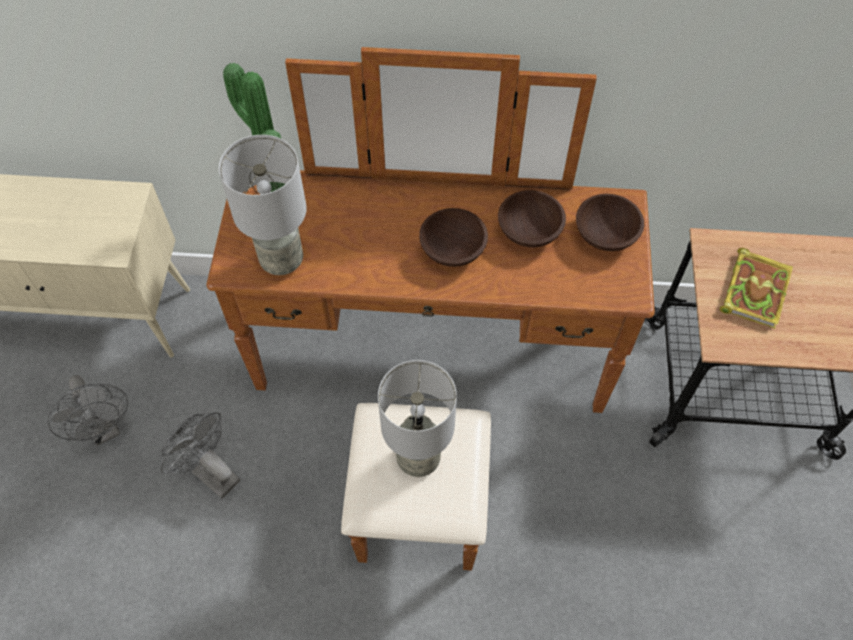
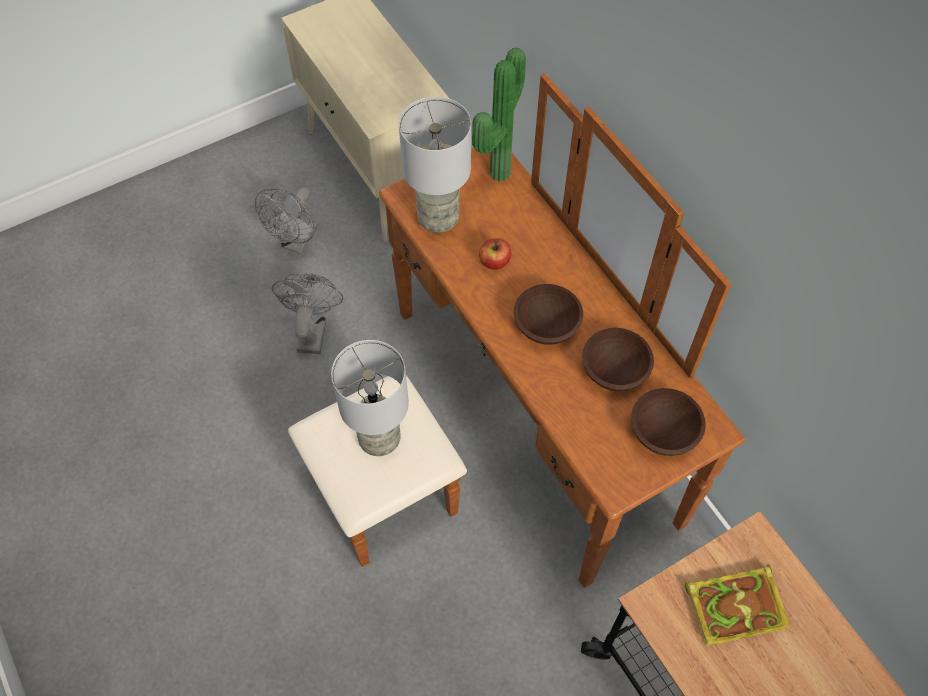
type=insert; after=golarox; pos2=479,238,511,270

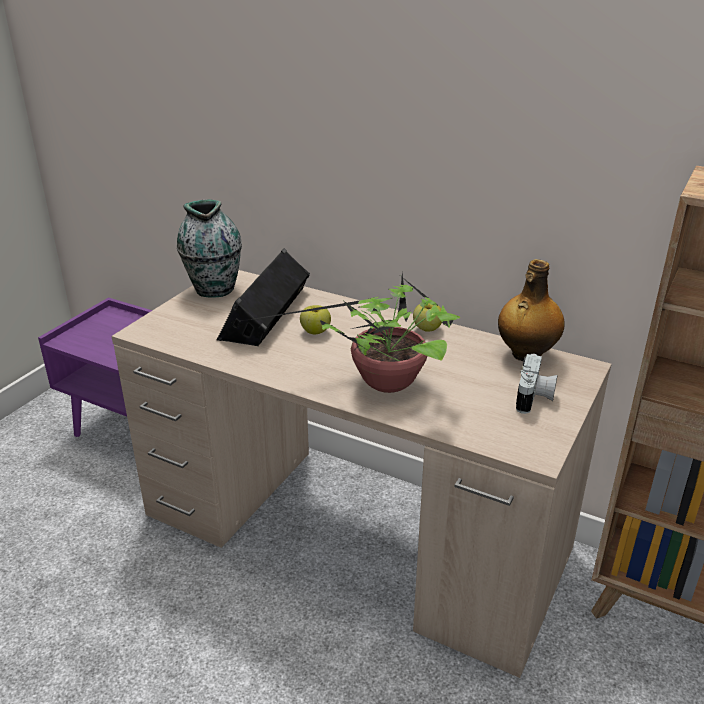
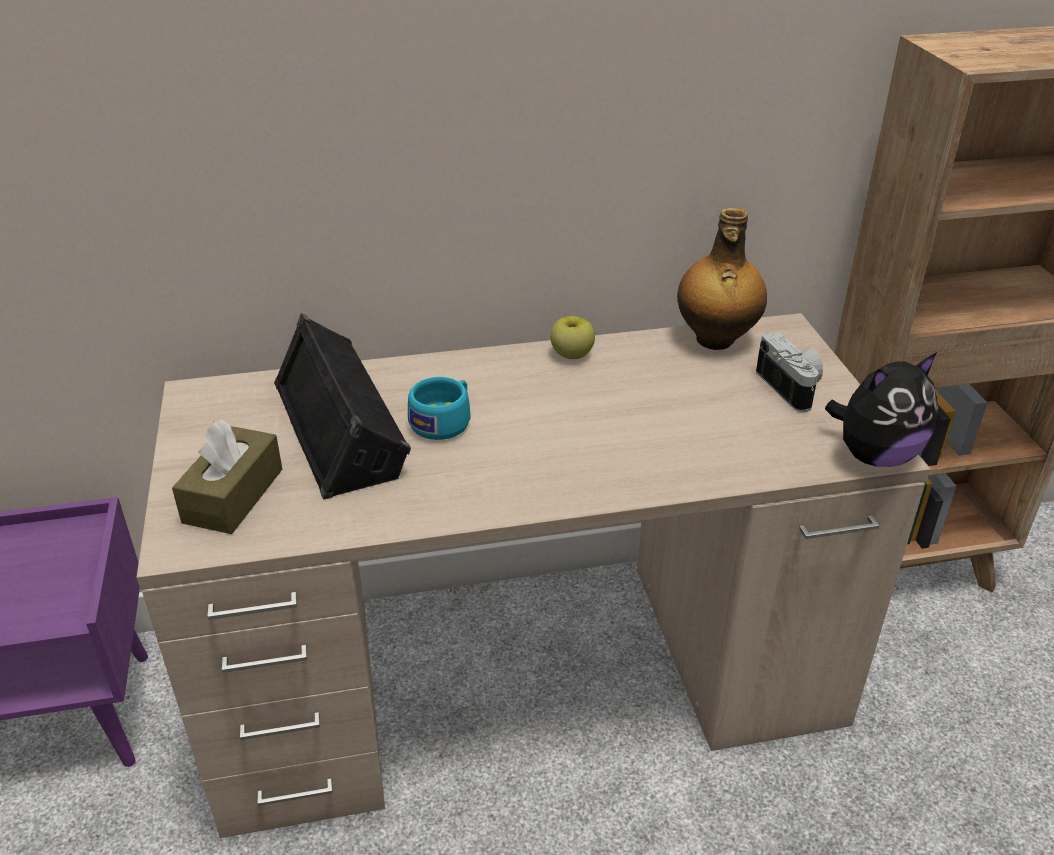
type=delete; before=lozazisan; pos1=177,199,242,298
type=delete; before=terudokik; pos1=237,274,460,393
type=insert; after=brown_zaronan; pos2=172,419,282,534
type=insert; after=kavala; pos2=825,352,938,467
type=replace; before=golarox; after=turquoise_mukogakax; pos1=300,305,331,334; pos2=408,377,471,440

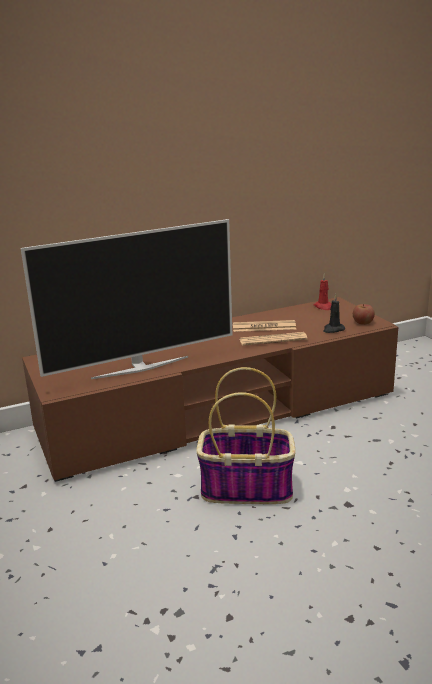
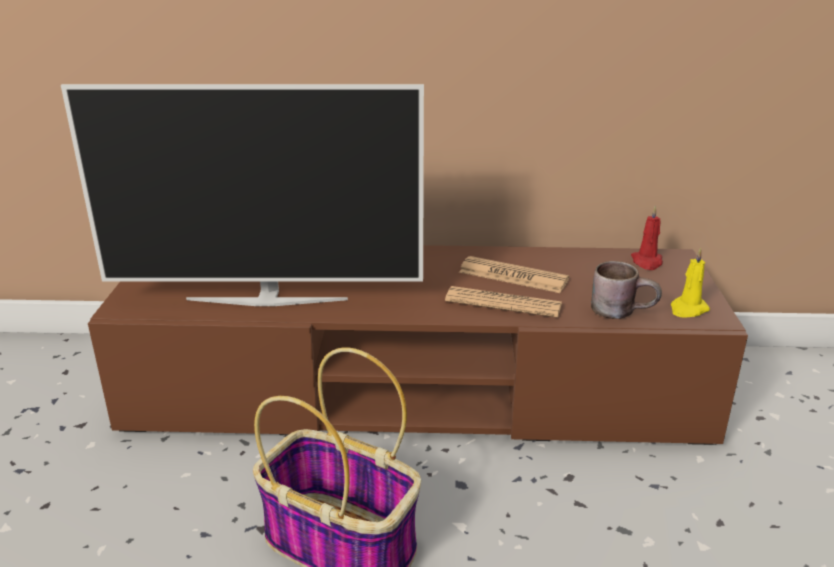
type=replace; before=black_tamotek; after=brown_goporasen; pos1=323,294,345,333; pos2=591,261,662,319
type=replace; before=golarox; after=yellow_tamotek; pos1=353,304,375,325; pos2=671,247,710,318

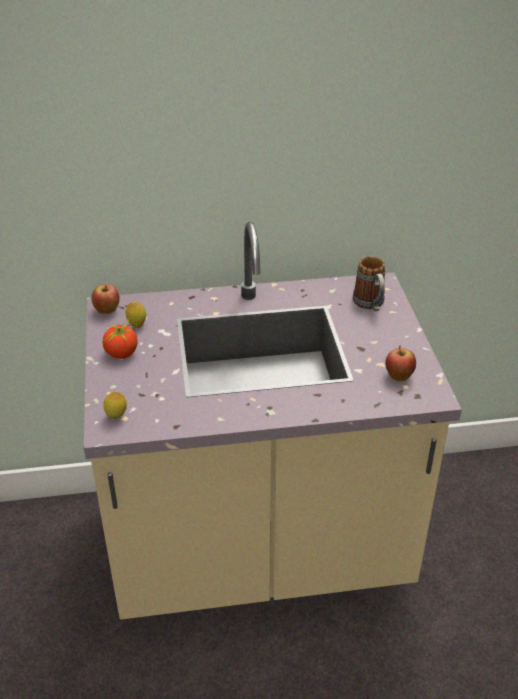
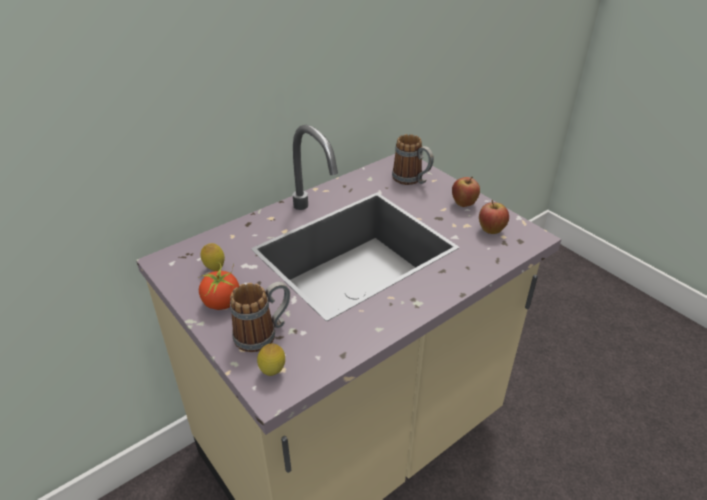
type=insert; after=goporasen; pos2=230,282,290,352
type=move; before=golarox; pos1=92,284,120,314; pos2=452,177,480,207

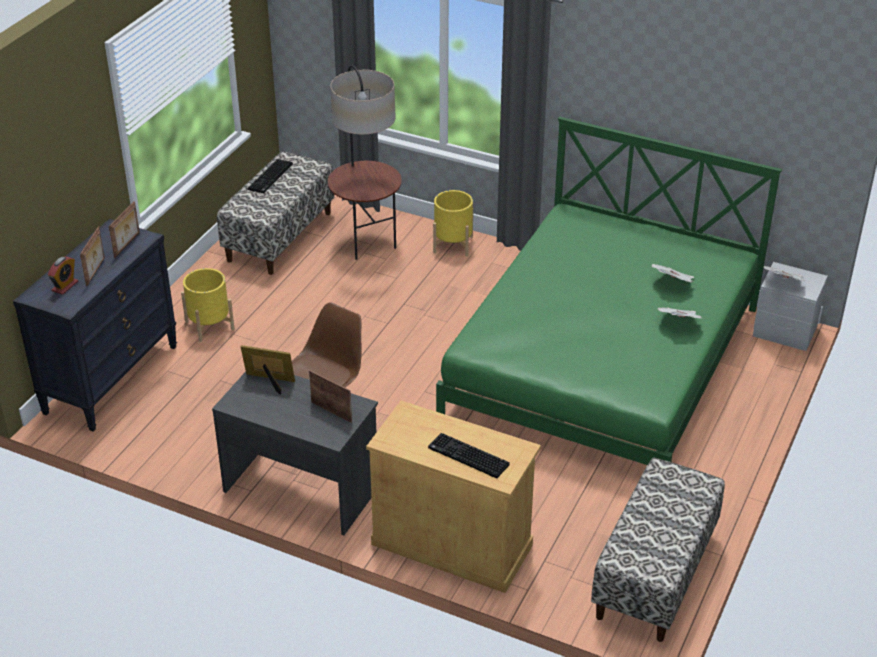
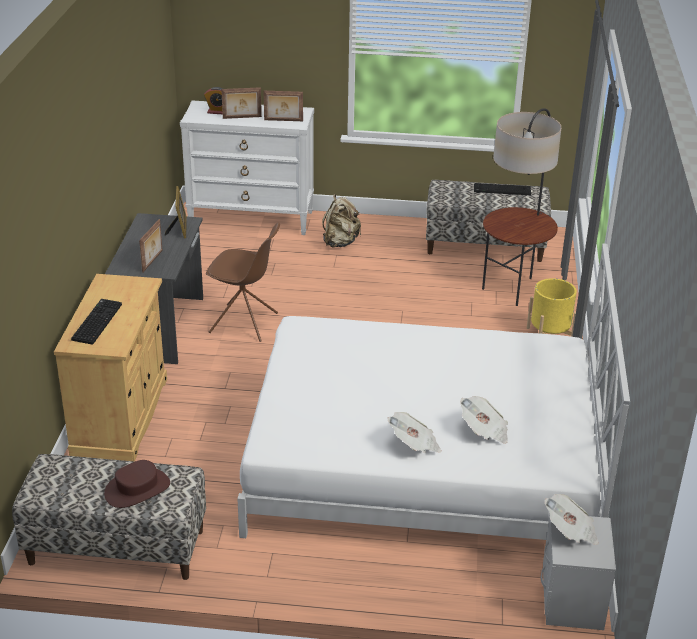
type=insert; after=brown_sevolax; pos2=104,460,170,508
type=replace; before=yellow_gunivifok; after=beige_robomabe; pos1=181,268,235,342; pos2=322,194,361,248
type=recolor; before=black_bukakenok; after=white_bukakenok; pos1=13,219,177,431; pos2=180,100,314,235
type=recolor; before=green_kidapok; after=white_kidapok; pos1=436,117,782,465; pos2=237,243,630,540

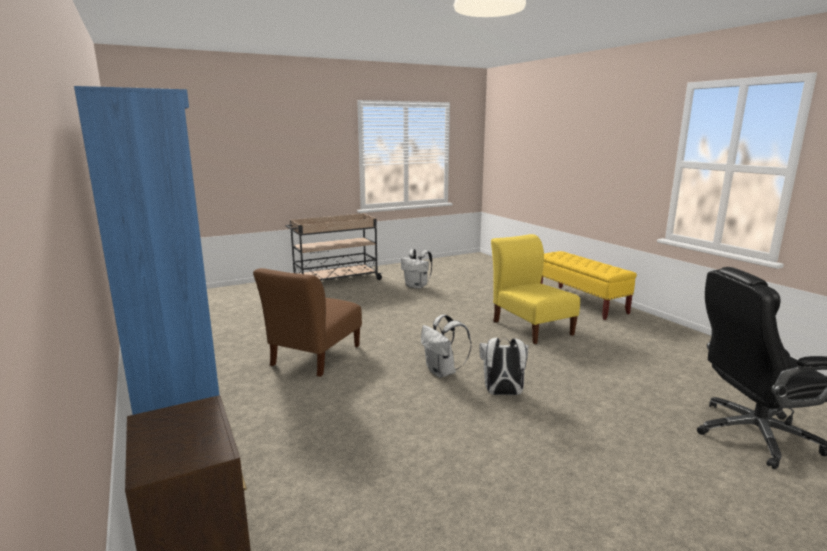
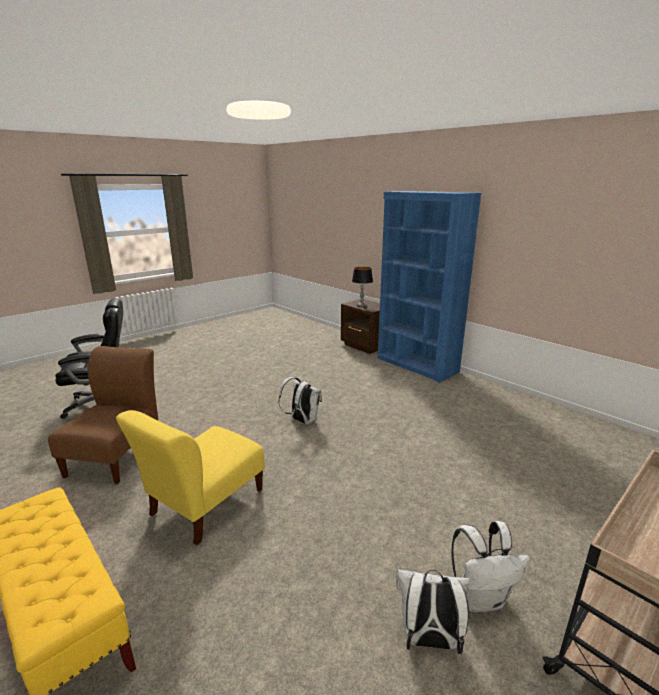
type=insert; after=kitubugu; pos2=352,267,373,307
type=move; before=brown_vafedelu; pos1=253,268,362,377; pos2=48,346,158,484
type=move; before=white_robomabe; pos1=479,338,529,395; pos2=451,521,530,612
type=rotate; before=yellow_vafedelu; pos1=491,234,580,344; pos2=116,410,265,545; turn=75

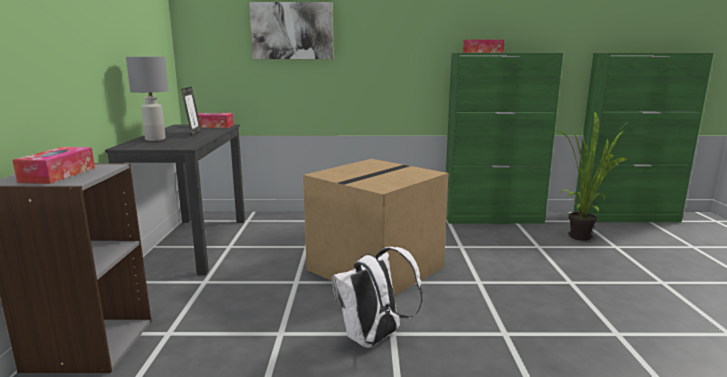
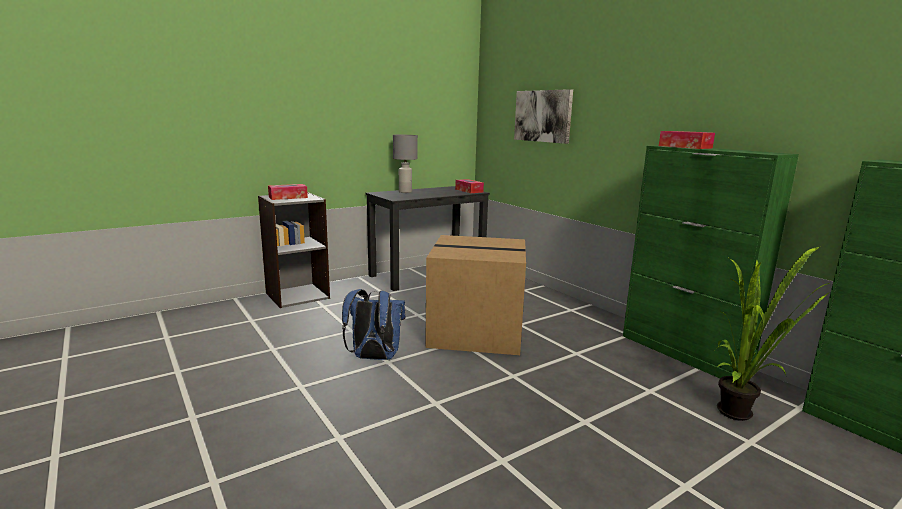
type=delete; before=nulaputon; pos1=181,87,201,136
type=recolor; before=white_robomabe; after=blue_robomabe; pos1=332,247,423,348; pos2=342,289,406,360

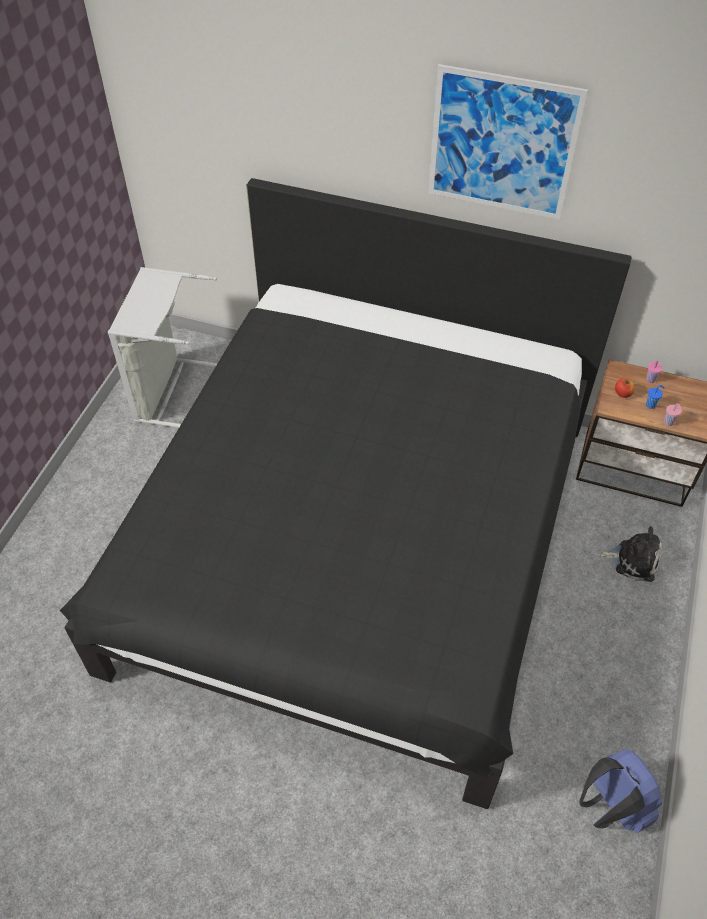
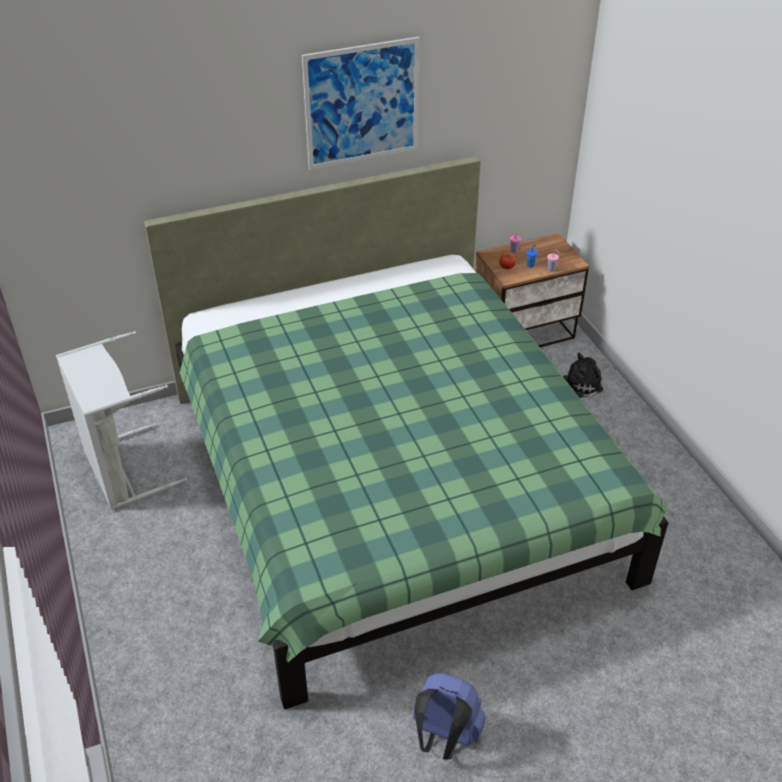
type=move; before=blue_robomabe; pos1=579,749,662,833; pos2=413,673,485,760
type=recolor; before=black_kidapok; after=green_kidapok; pos1=60,178,632,809; pos2=144,156,668,709

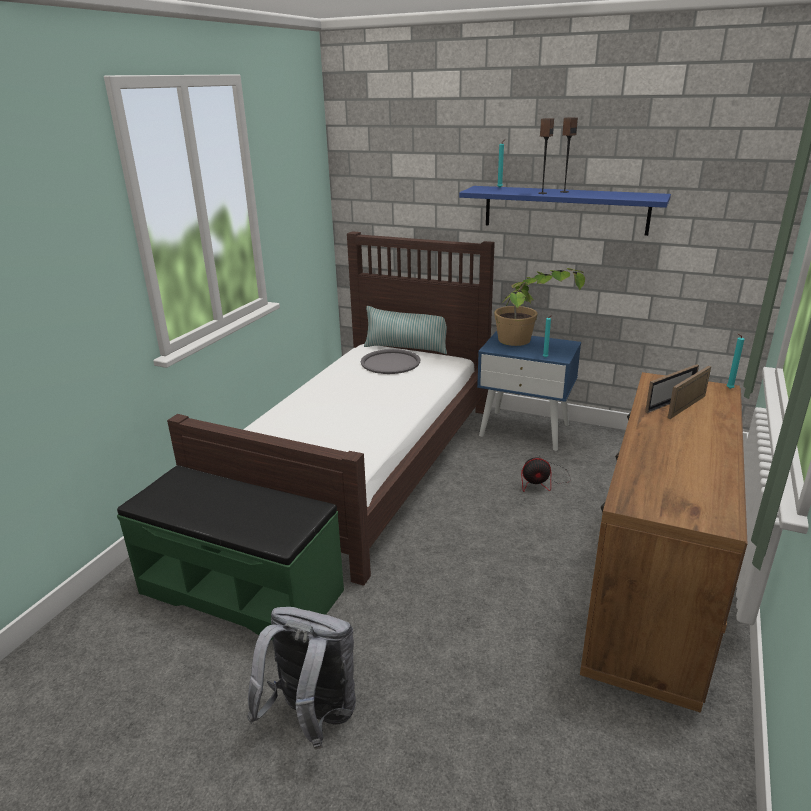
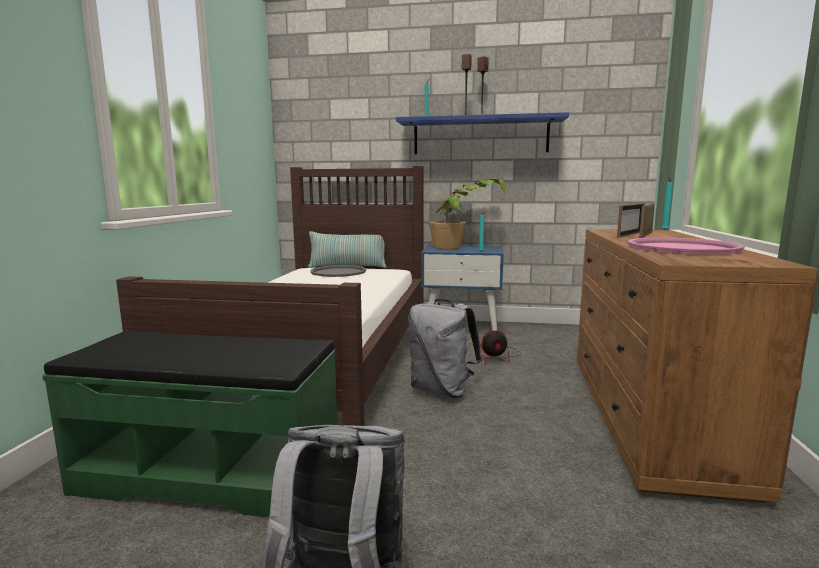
type=insert; after=grey_robomabe; pos2=408,299,482,398
type=insert; after=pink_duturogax; pos2=628,238,745,254

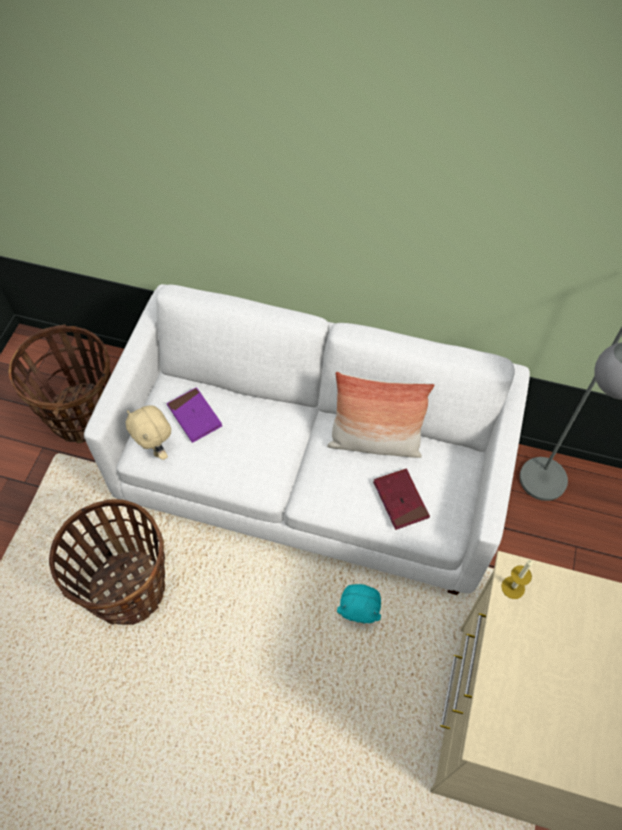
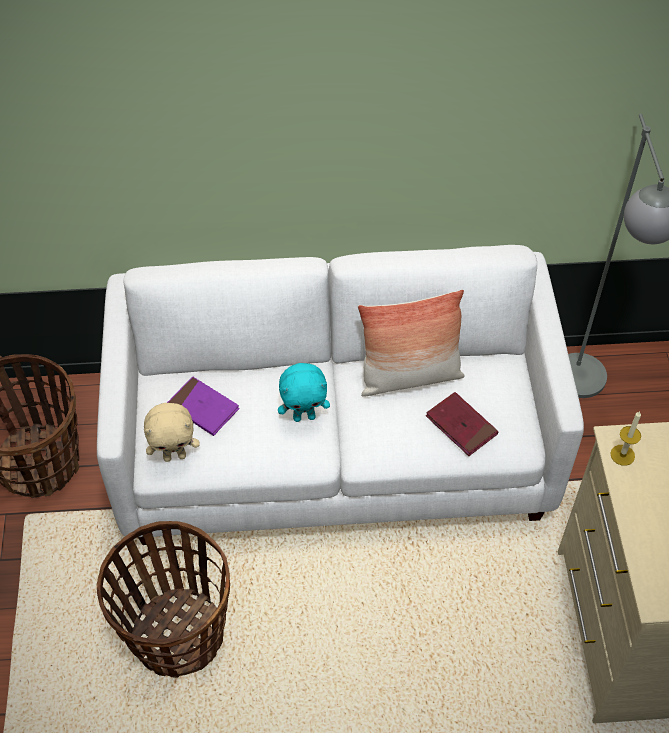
type=move; before=turquoise_kavala; pos1=337,584,381,623; pos2=278,363,330,422
type=rotate; before=beige_kavala; pos1=126,405,171,460; pos2=144,403,200,462; turn=-45

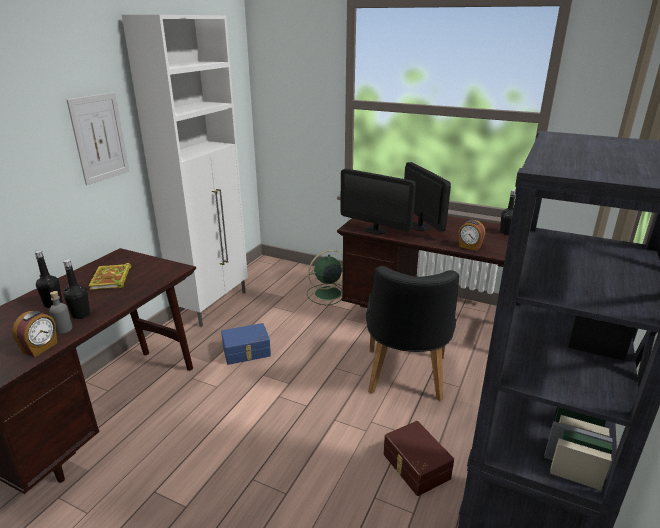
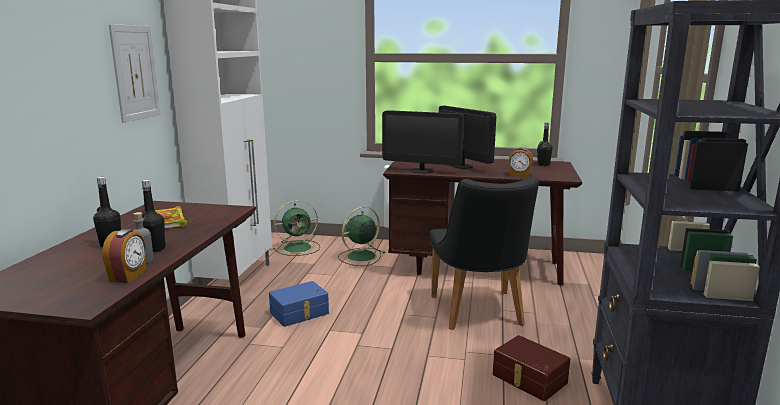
type=insert; after=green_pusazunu; pos2=273,200,320,256

